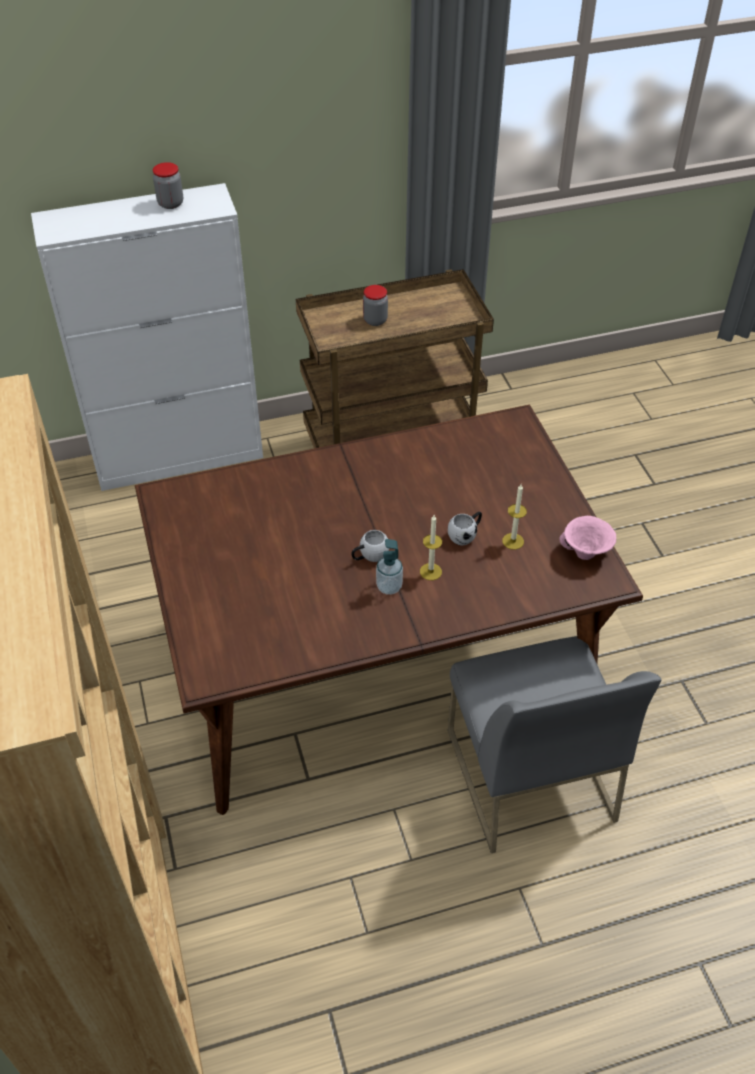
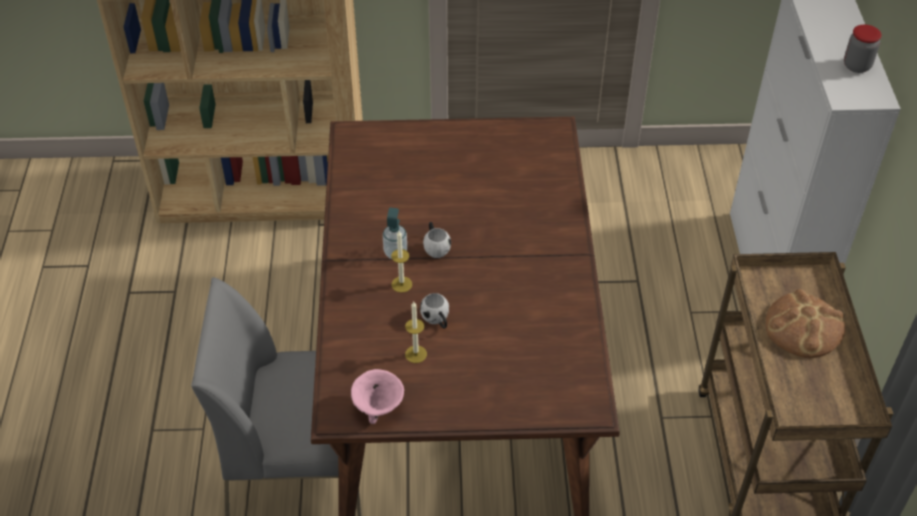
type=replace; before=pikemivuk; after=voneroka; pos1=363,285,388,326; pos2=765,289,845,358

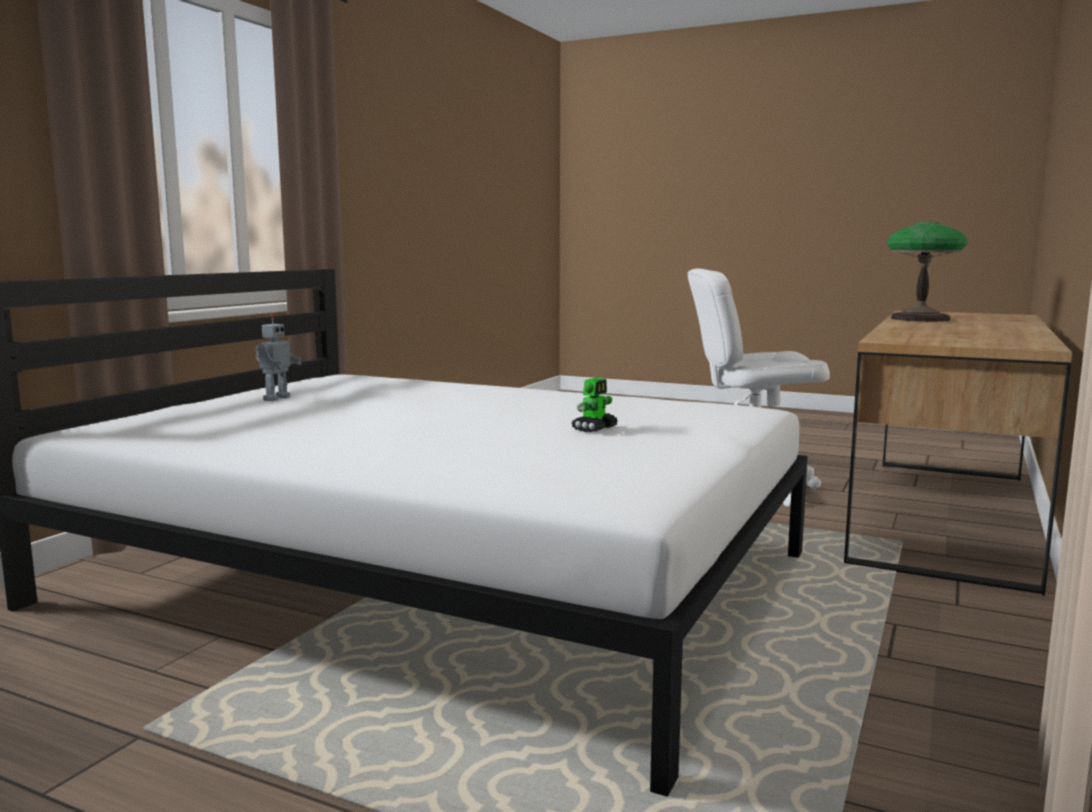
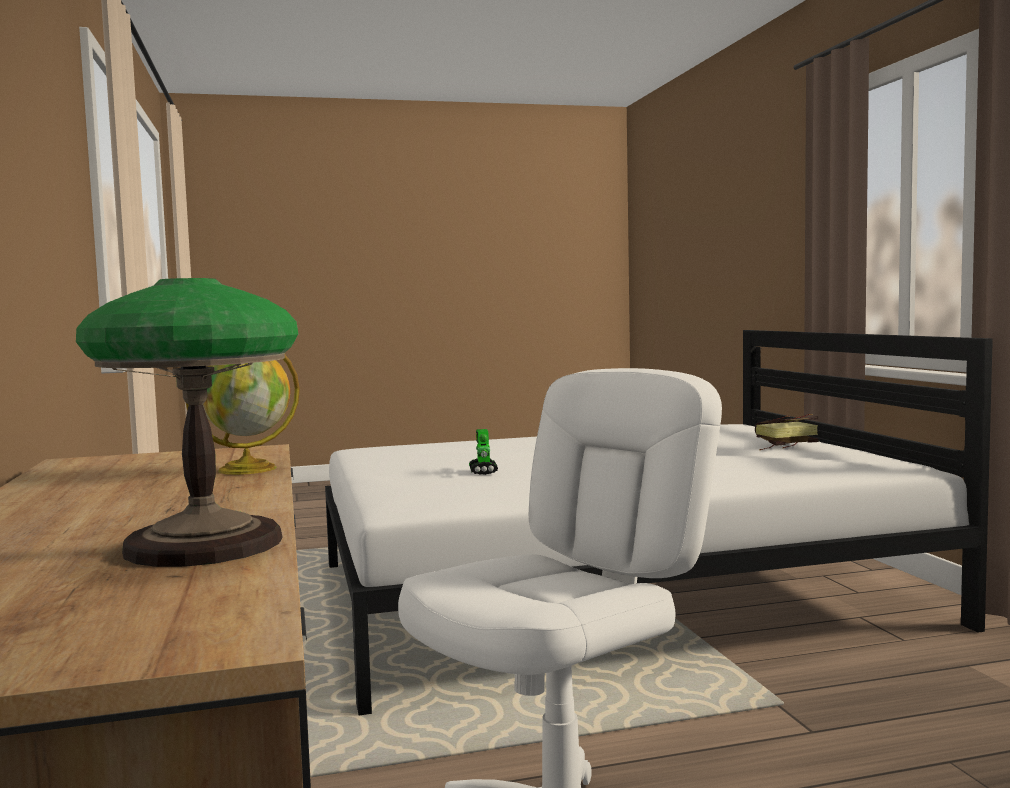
type=insert; after=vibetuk; pos2=186,355,300,475
type=replace; before=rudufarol; after=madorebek; pos1=256,314,302,401; pos2=755,414,818,450

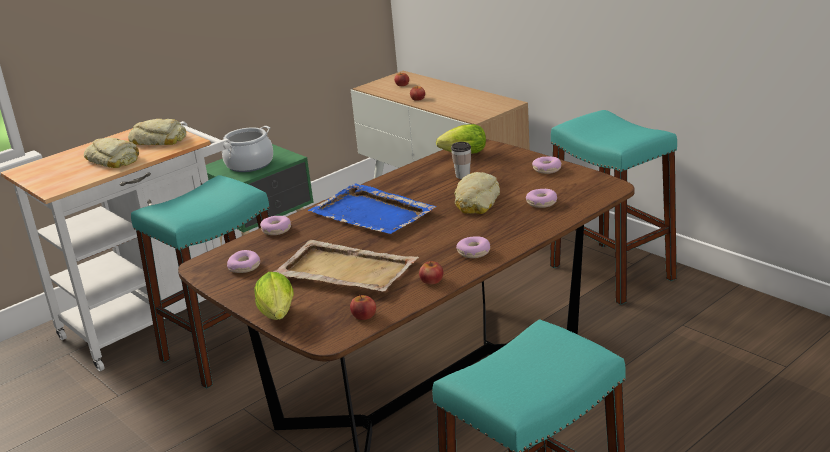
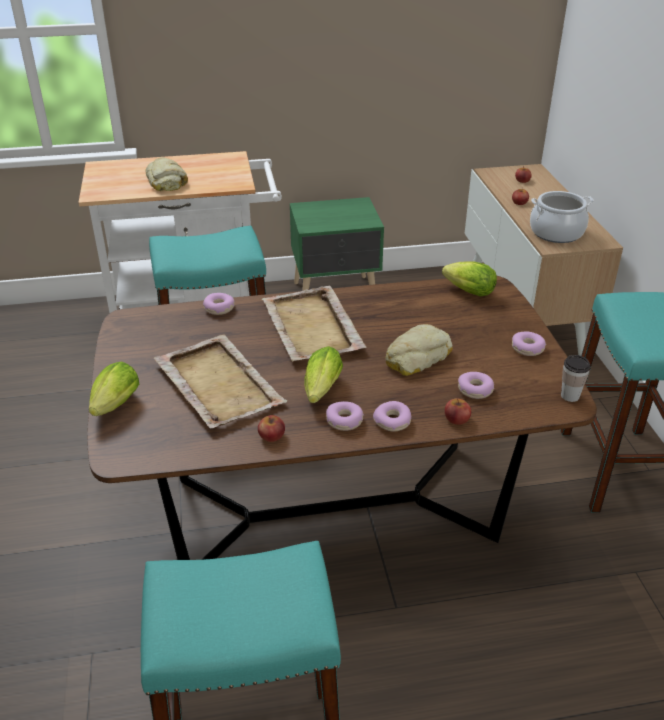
type=delete; before=voneroka; pos1=128,119,186,145
type=insert; after=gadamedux; pos2=304,346,343,403
type=move; before=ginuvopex; pos1=222,126,273,172; pos2=530,191,594,243
type=move; before=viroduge; pos1=227,250,260,273; pos2=373,401,412,432
type=move; before=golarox; pos1=350,295,376,320; pos2=445,398,471,425
type=move; before=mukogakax; pos1=451,142,471,179; pos2=561,355,591,402
type=recolor; before=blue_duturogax; after=beige_duturogax; pos1=308,183,436,234; pos2=262,286,366,361

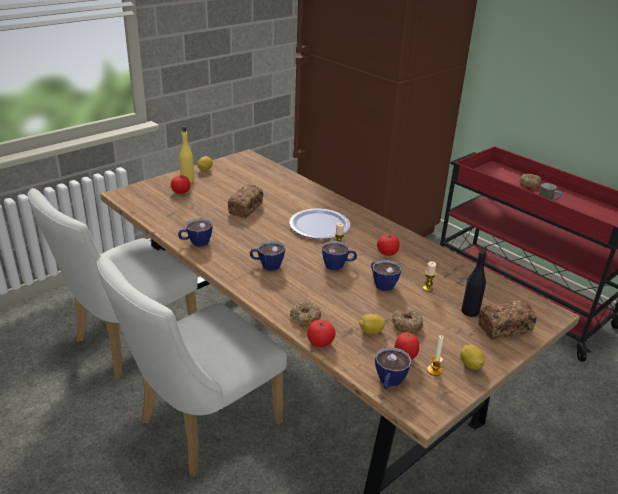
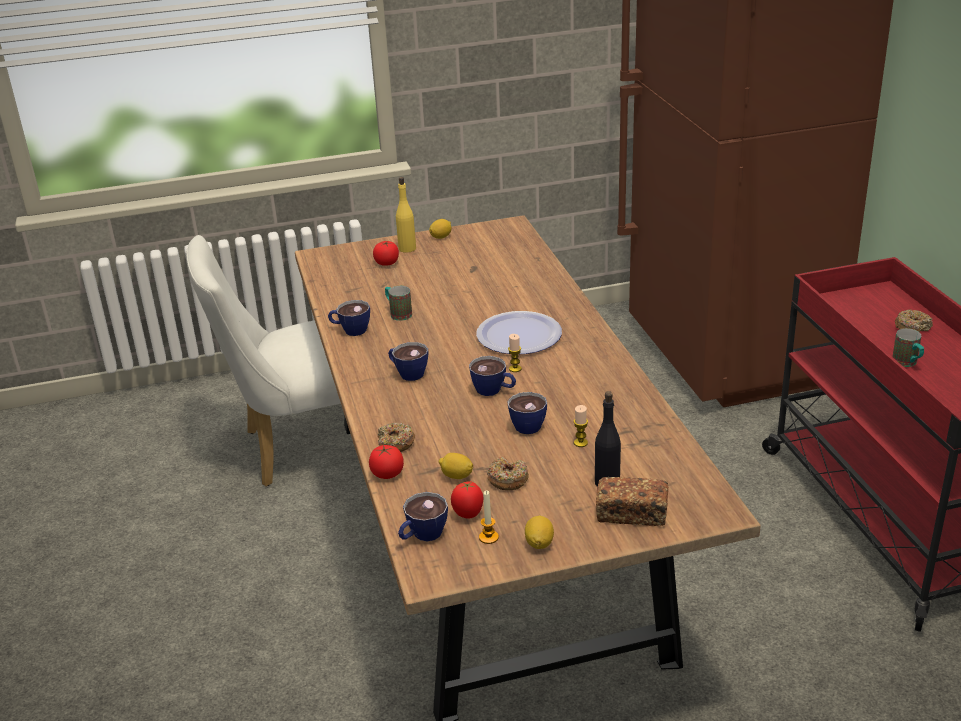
type=delete; before=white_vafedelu; pos1=97,256,287,476
type=delete; before=voneroka; pos1=228,184,263,218
type=delete; before=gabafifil; pos1=377,234,399,256
type=insert; after=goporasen; pos2=385,286,412,321

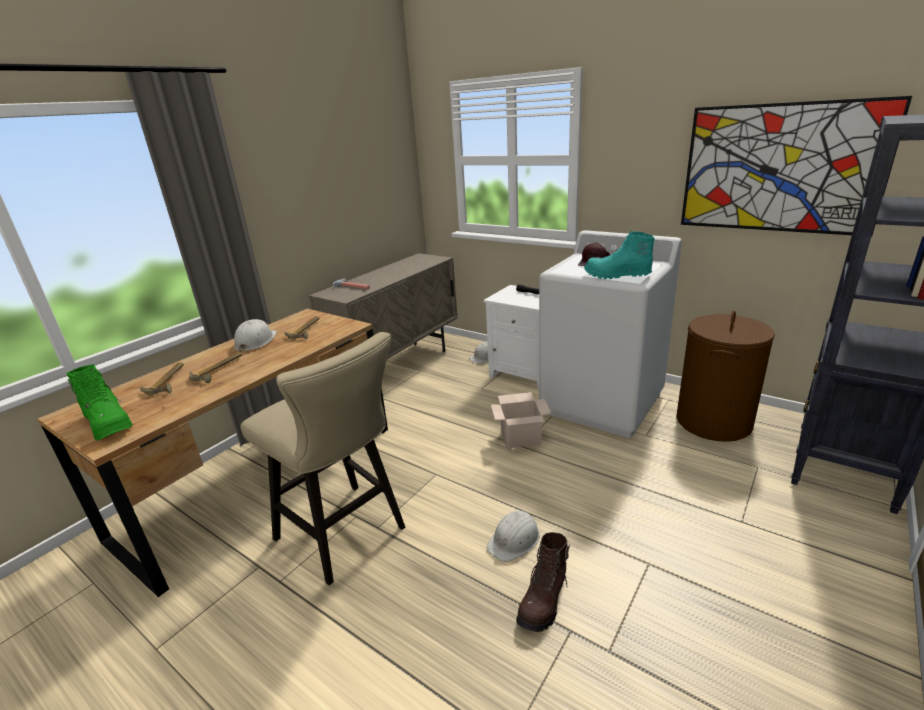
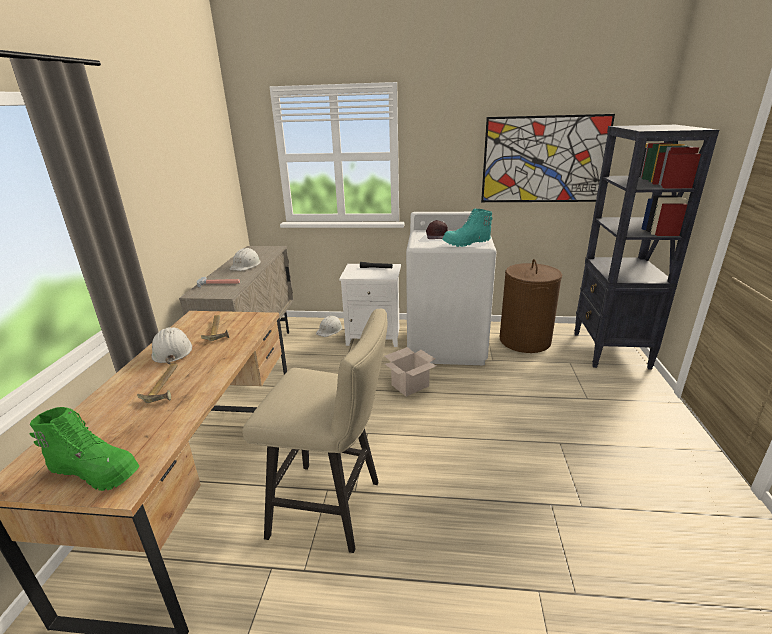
type=delete; before=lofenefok; pos1=140,362,184,395
type=delete; before=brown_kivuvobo; pos1=516,532,570,632
type=move; before=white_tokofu; pos1=487,511,540,562; pos2=230,248,261,271

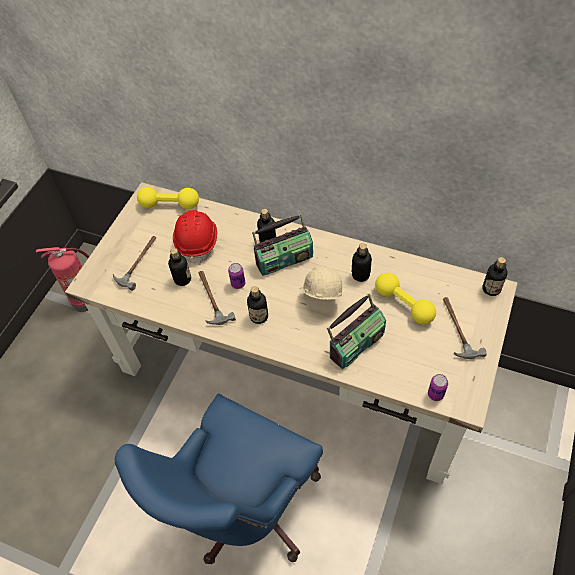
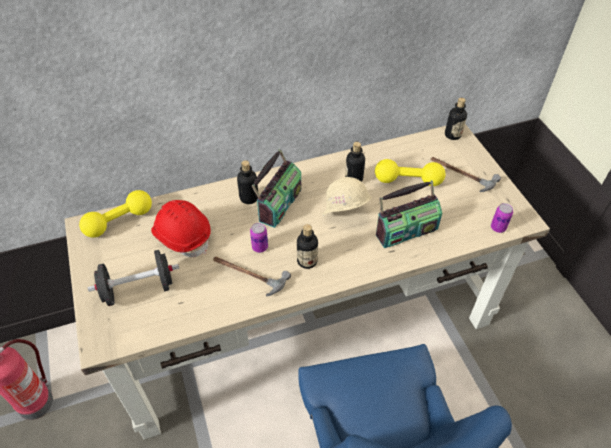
type=delete; before=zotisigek; pos1=168,248,191,286
type=replace; before=lofenefok; after=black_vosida; pos1=113,236,156,291; pos2=88,250,179,306
type=rotate; before=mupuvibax; pos1=327,293,386,370; pos2=376,180,442,248; turn=60

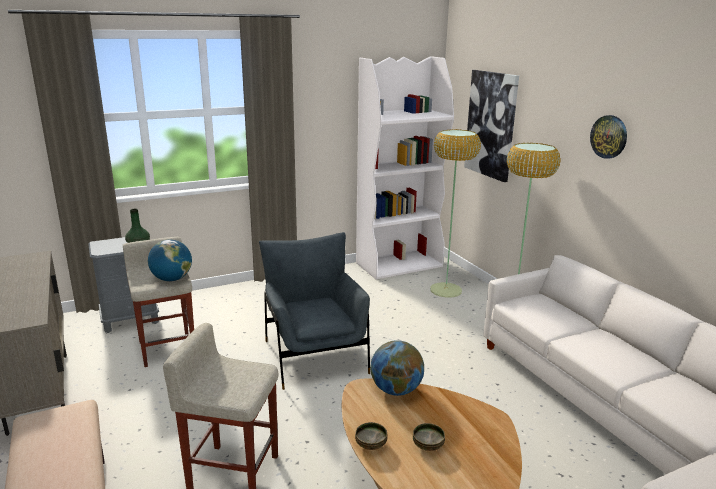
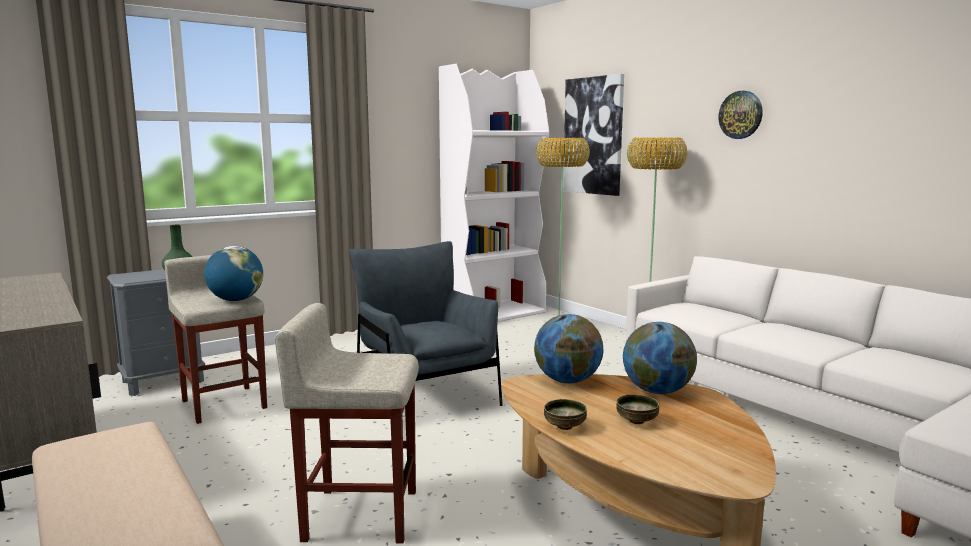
type=insert; after=vibetuk; pos2=623,322,697,394

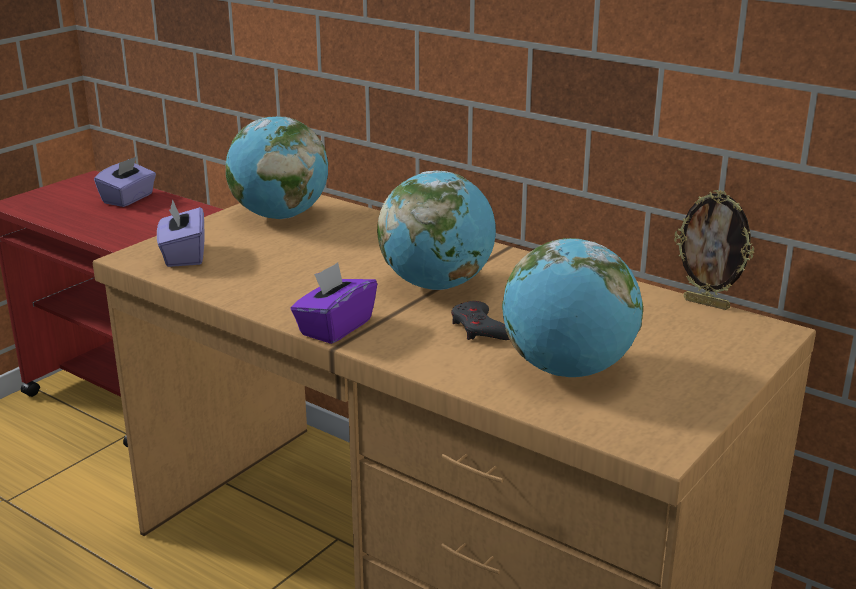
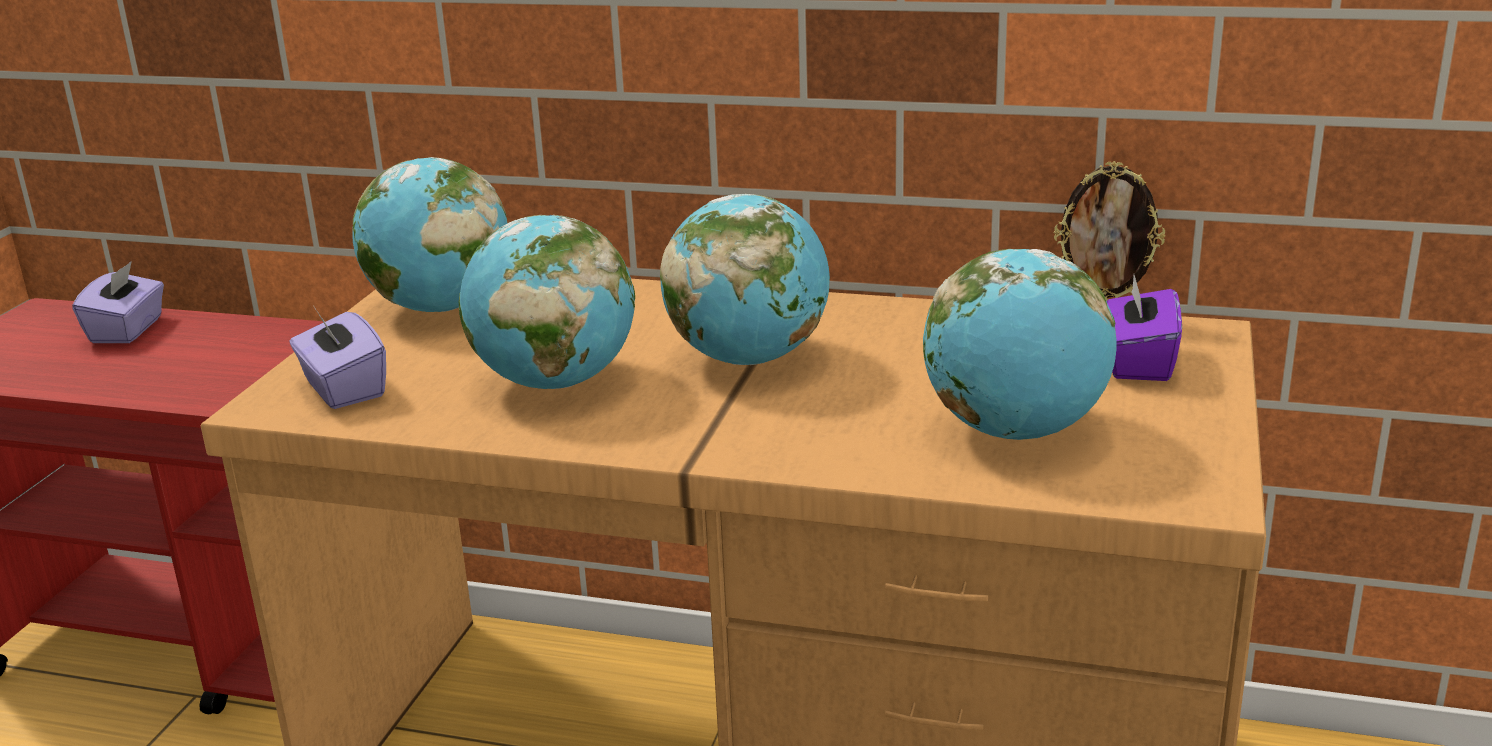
type=delete; before=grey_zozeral; pos1=451,301,509,340
type=insert; after=vibetuk; pos2=459,215,635,389
type=move; before=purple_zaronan; pos1=291,263,377,344; pos2=1107,275,1182,381

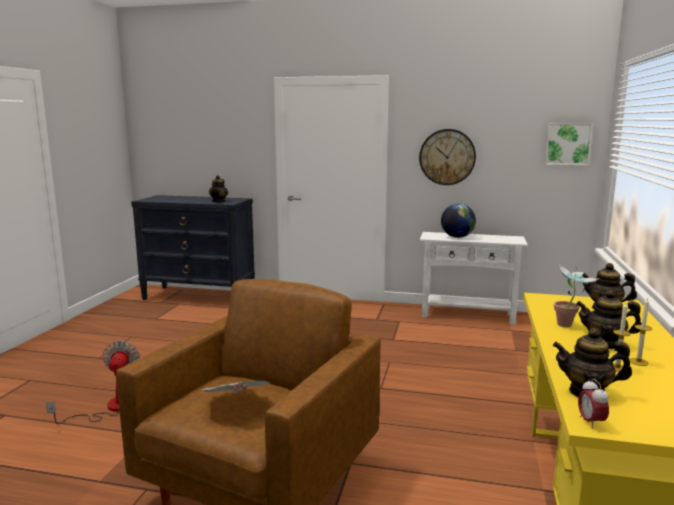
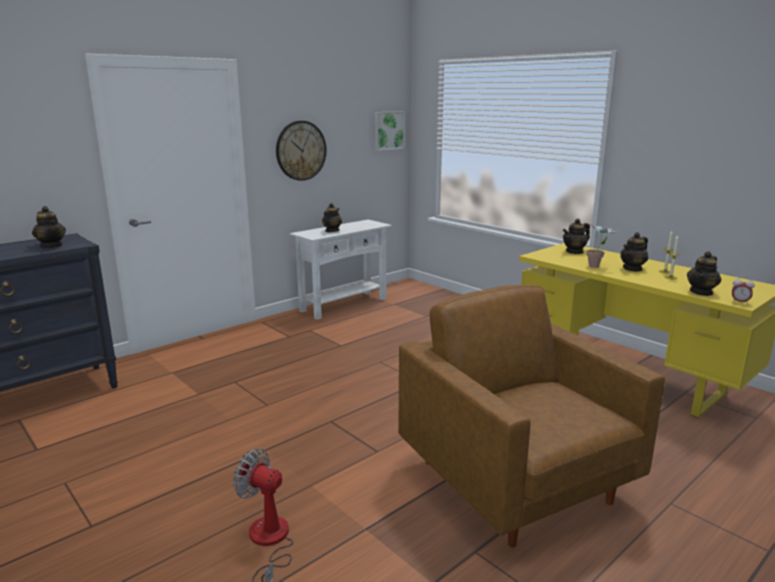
type=delete; before=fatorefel; pos1=201,381,271,394
type=replace; before=vibetuk; after=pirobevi; pos1=441,204,476,238; pos2=322,203,342,232

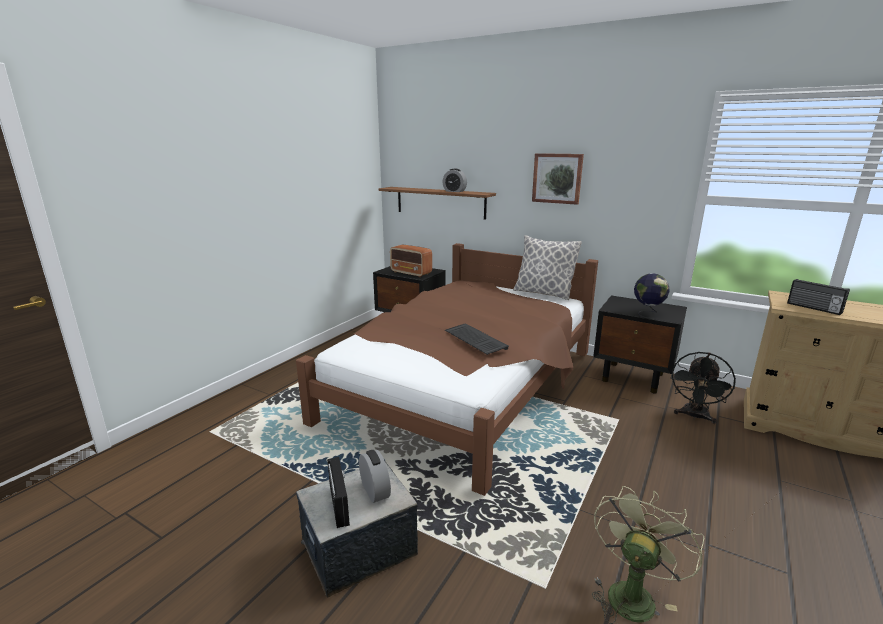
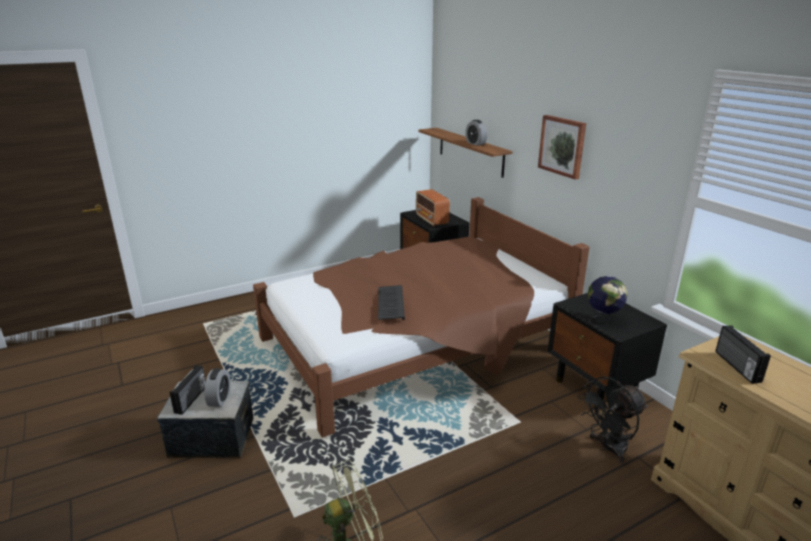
type=delete; before=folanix; pos1=513,235,582,300

